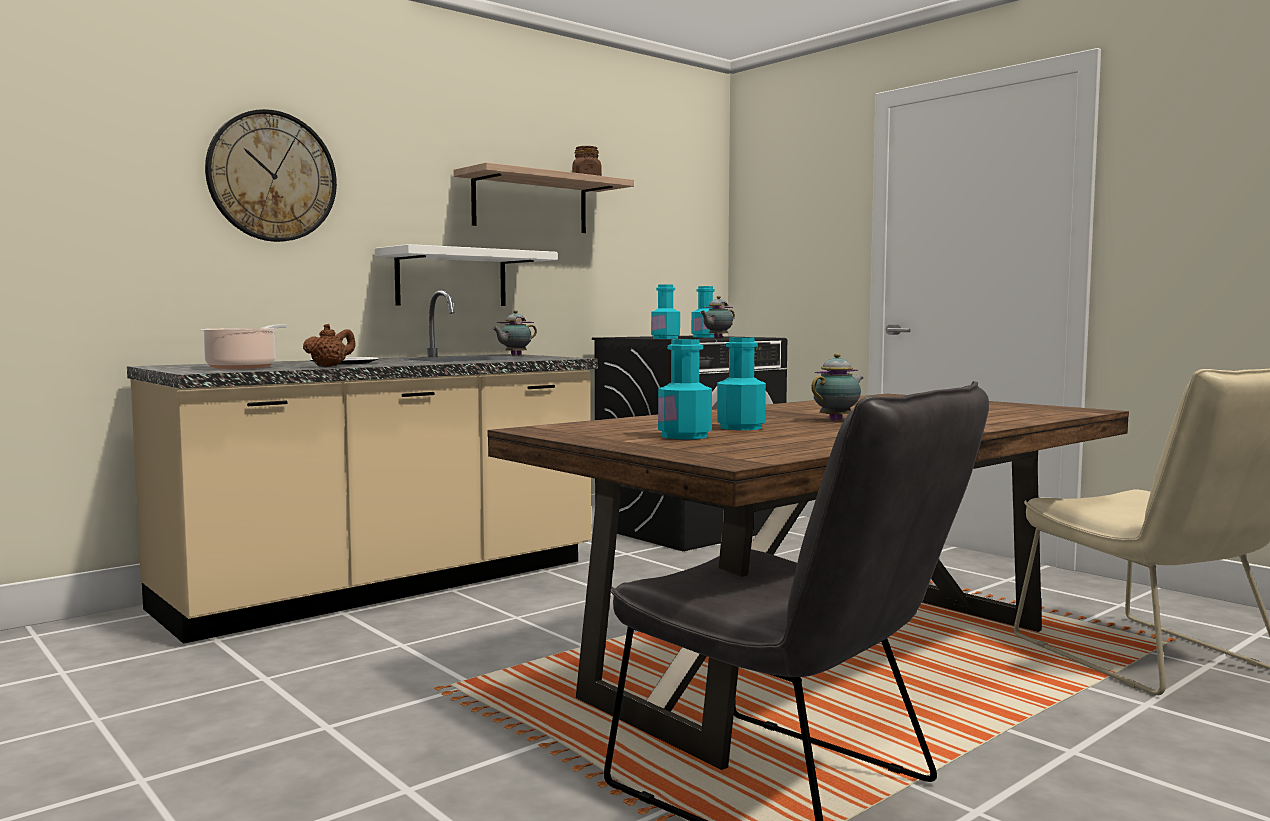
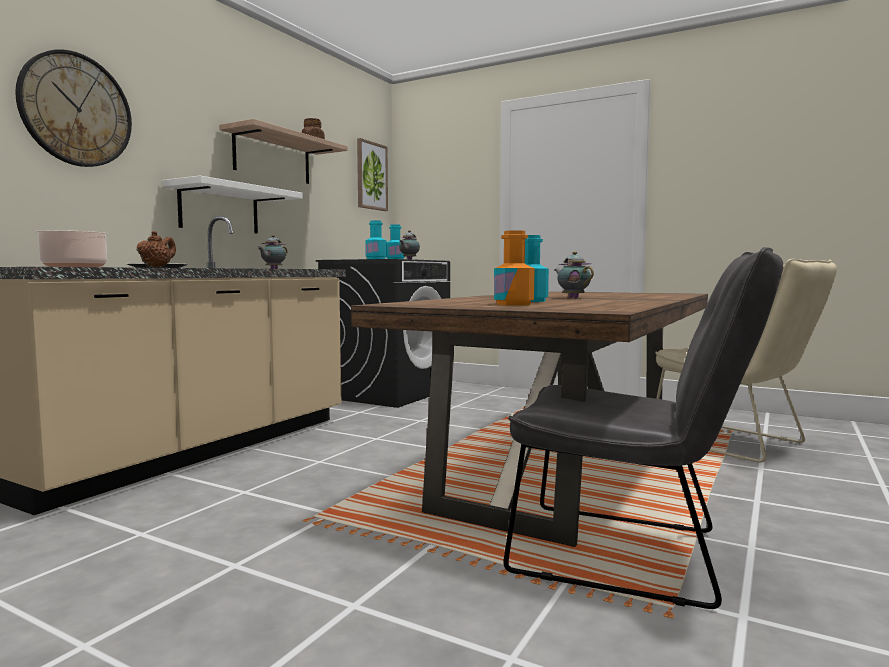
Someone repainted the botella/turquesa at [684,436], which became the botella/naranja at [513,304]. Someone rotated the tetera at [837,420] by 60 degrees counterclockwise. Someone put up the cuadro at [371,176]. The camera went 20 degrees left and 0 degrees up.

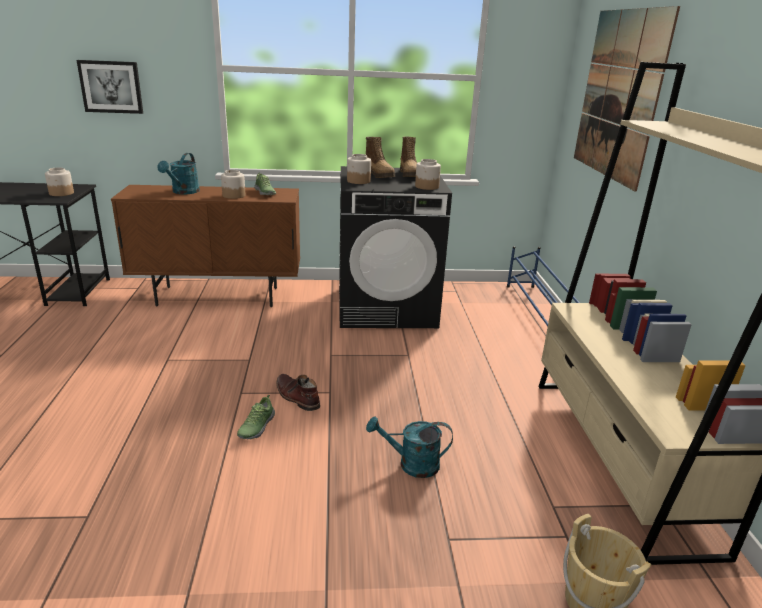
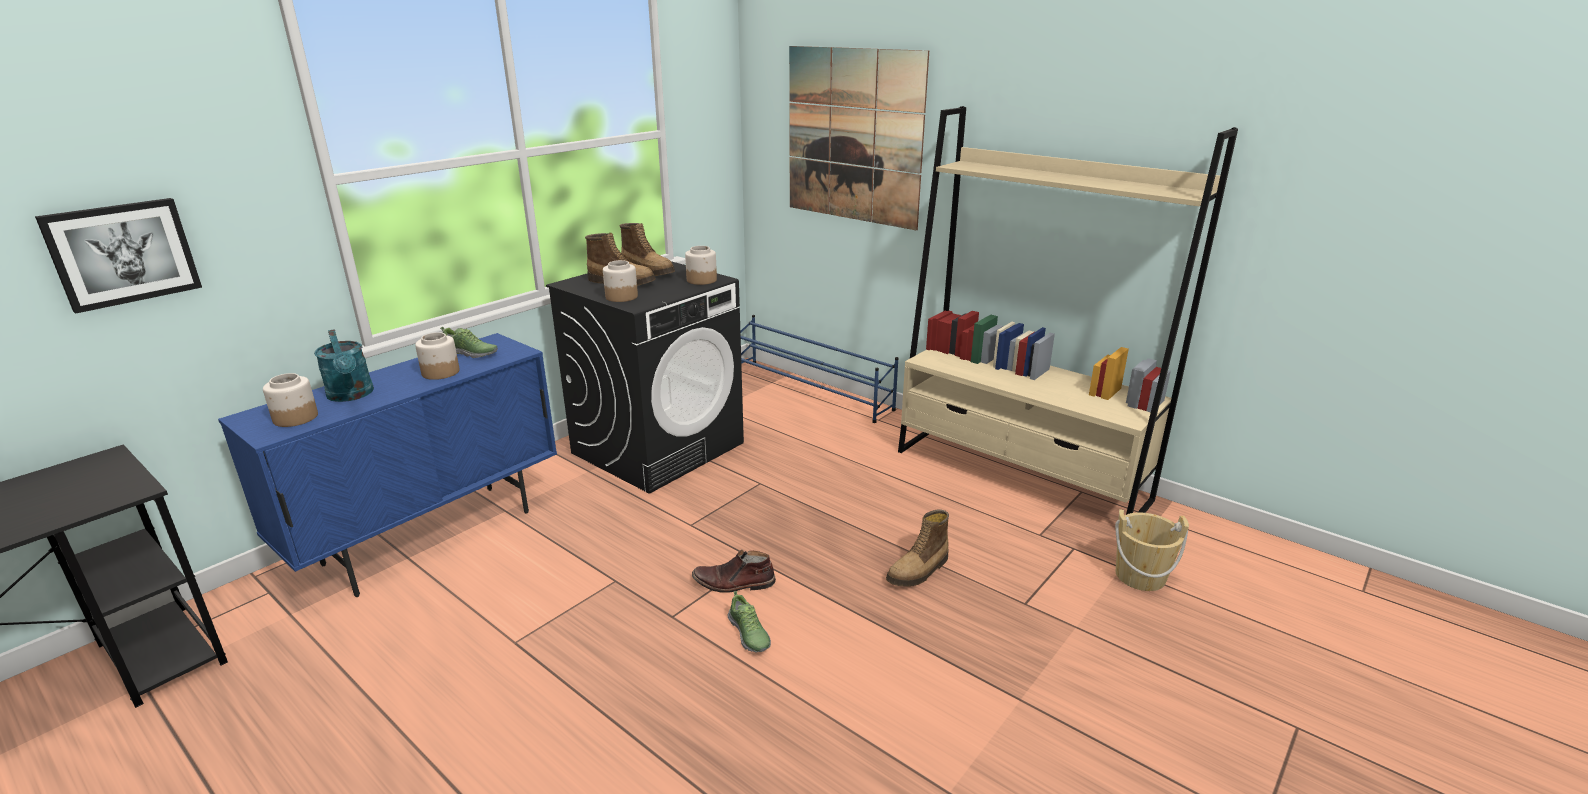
Someone carried the tarro from [61,193] to [295,418]. Someone repainted the armario/marrón at [219,297], which became the armario/azul at [431,537]. Someone swapped the regadera/turquesa at [411,464] for the bota at [919,571]. The camera went 45 degrees left and 0 degrees up.

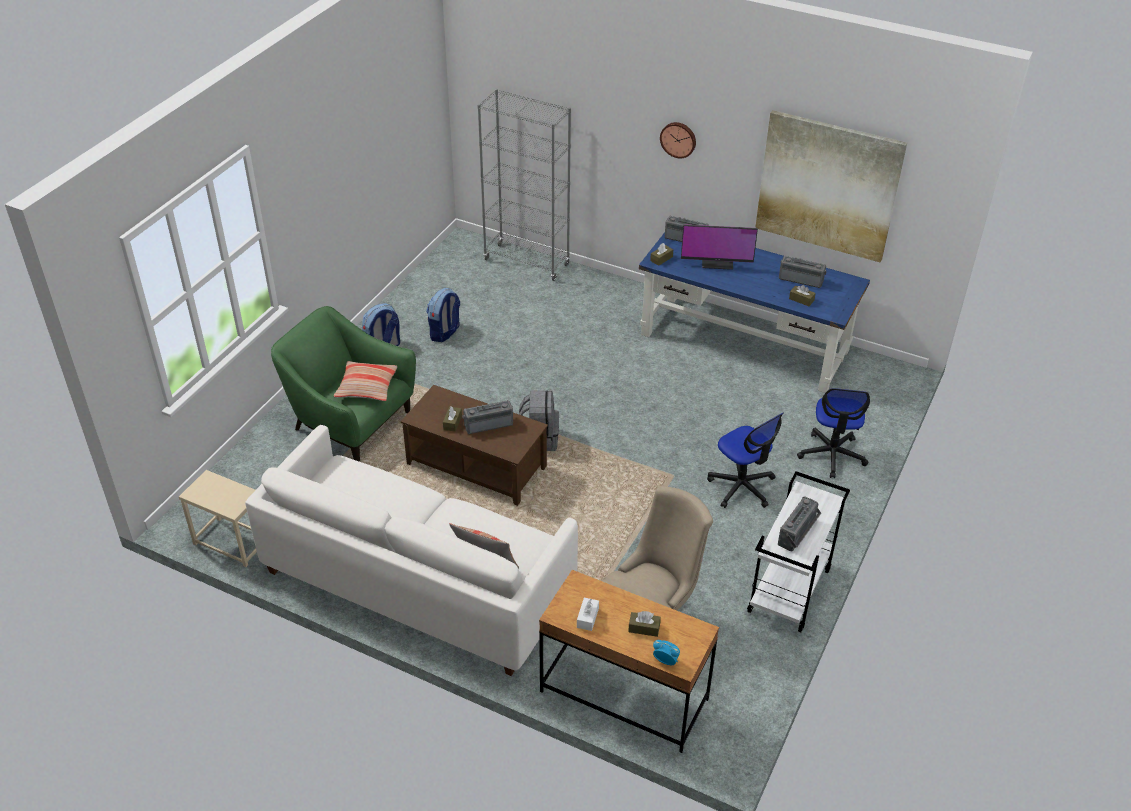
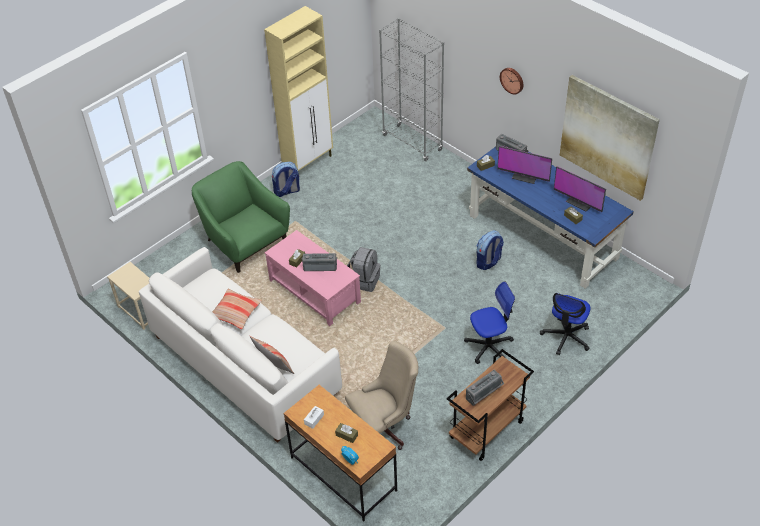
Someone swapped the radio at [801,279] for the monitor at [581,201]. Someone carried the mochila from [445,333] to [488,262]. Someone carried the cojín from [367,387] to [235,312]. Someone repainted the mesa de centro/marrón at [475,466], which became the mesa de centro/rosa at [314,291]. Someone rotated the silla de oficina at [742,487] by 90 degrees counterclockwise. Someone repainted the carrito/blanco at [789,592], which became the carrito/marrón at [487,430]. Someone put down the armario/beis at [308,162]. The camera went 20 degrees right and 5 degrees up.

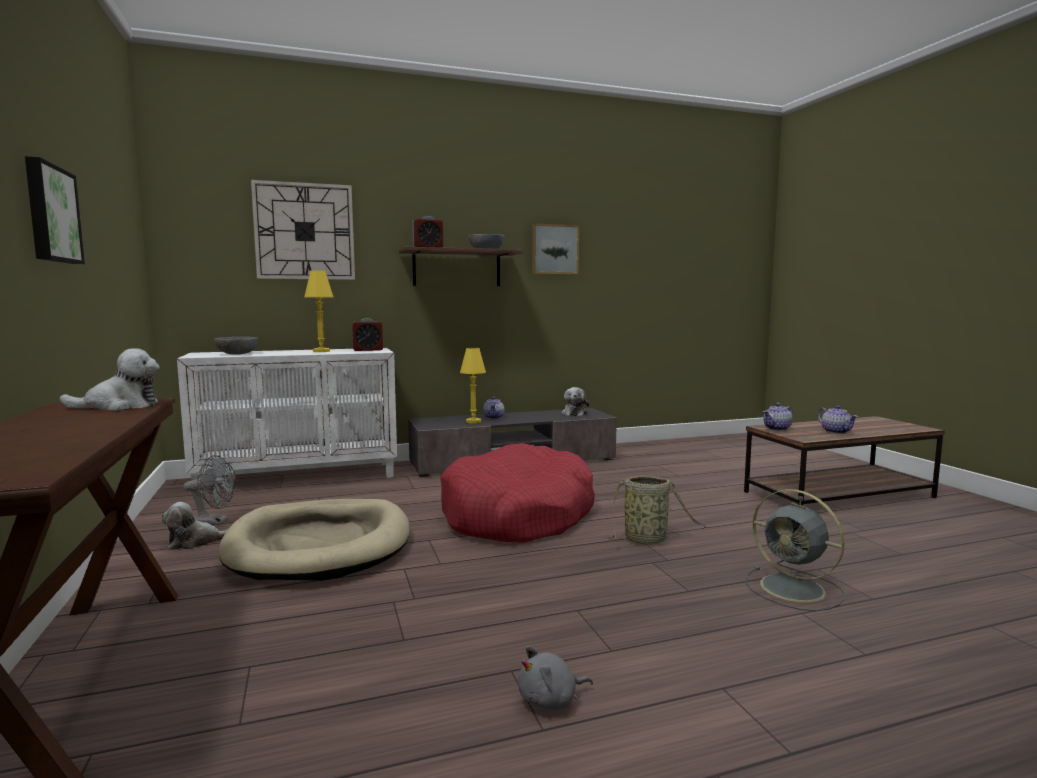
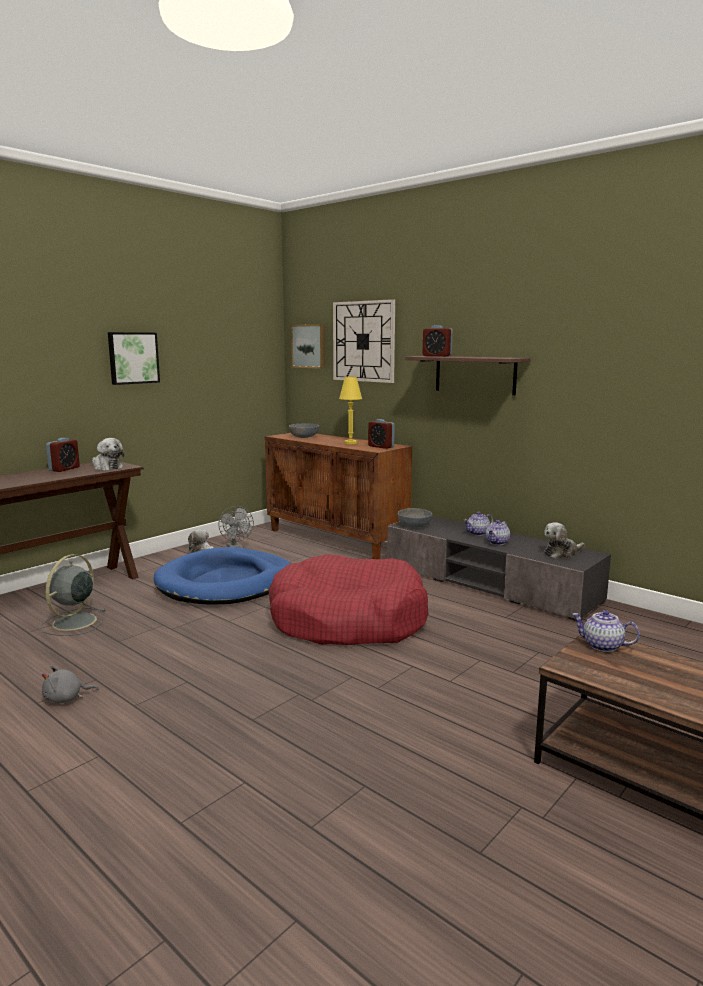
Someone carried the cuadro from [554,249] to [309,346]. Someone carried the cuenco/gris from [486,250] to [414,526]. Someone repainted the armario/blanco at [300,477], which became the armario/marrón at [336,539]. Someone took away the lámpara de mesa/amarillo at [473,422]. Someone carried the tetera from [836,432] to [497,542]. Someone took away the cesta at [648,540]. Someone carried the ventilador/gris from [795,589] to [73,623]. Someone repainted the cama para perro/beis at [319,545], which became the cama para perro/azul at [226,582]. Someone rotated the peluche/gris at [551,700] by 60 degrees counterclockwise. Someone put down the despertador at [64,469]. The camera went 60 degrees right and 5 degrees up.

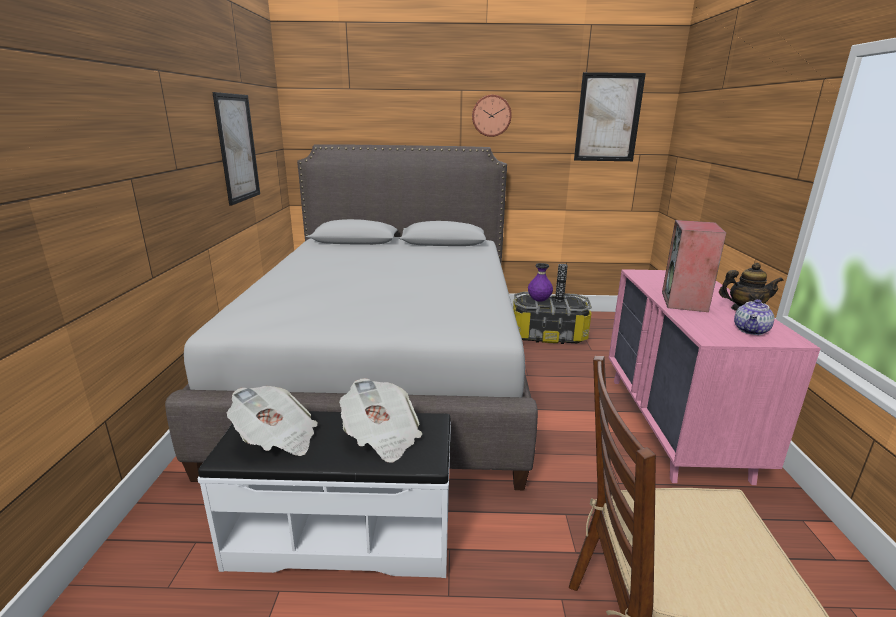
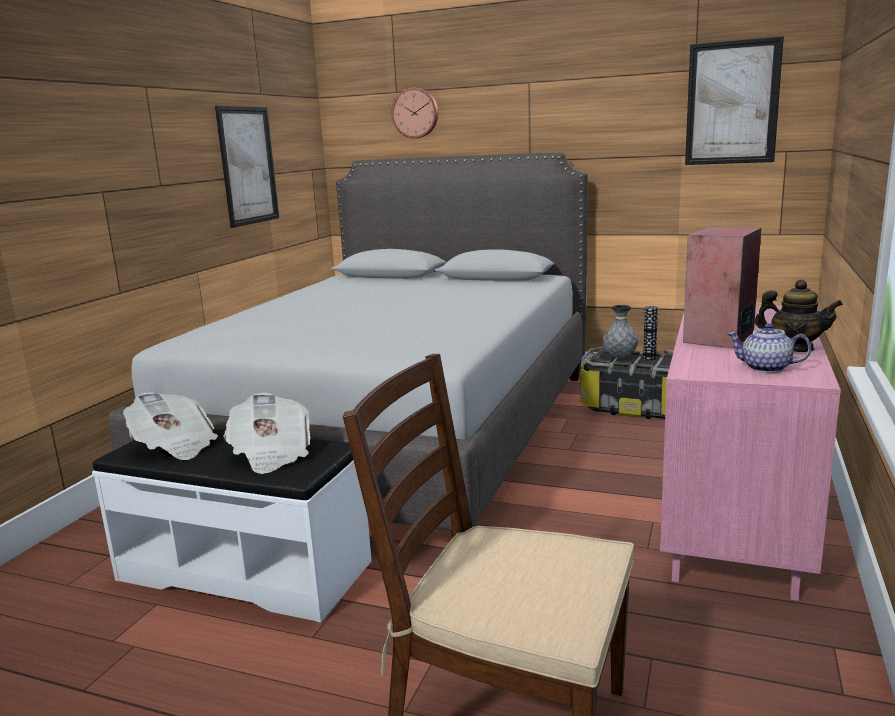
Someone carried the reloj de pared from [491,115] to [415,113]. Someone repainted the florero/morado at [539,300], which became the florero/gris at [620,357]. Someone rotated the tetera at [751,330] by 60 degrees clockwise. The camera went 20 degrees right and 5 degrees down.

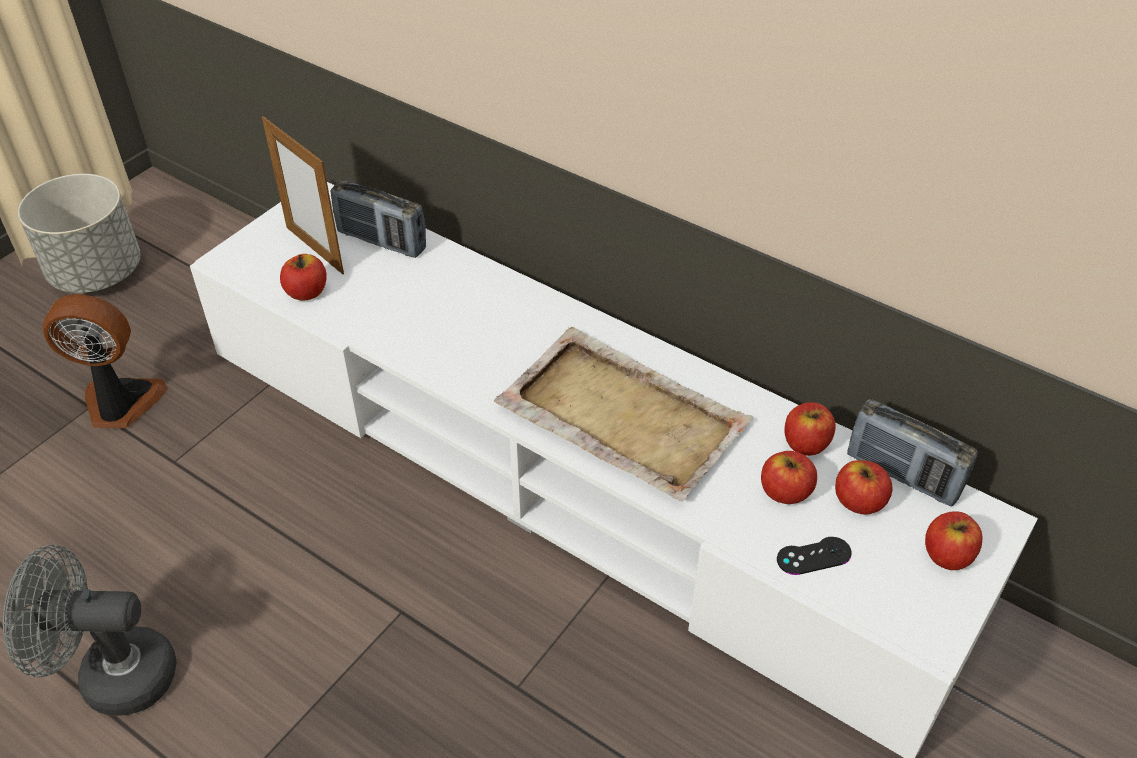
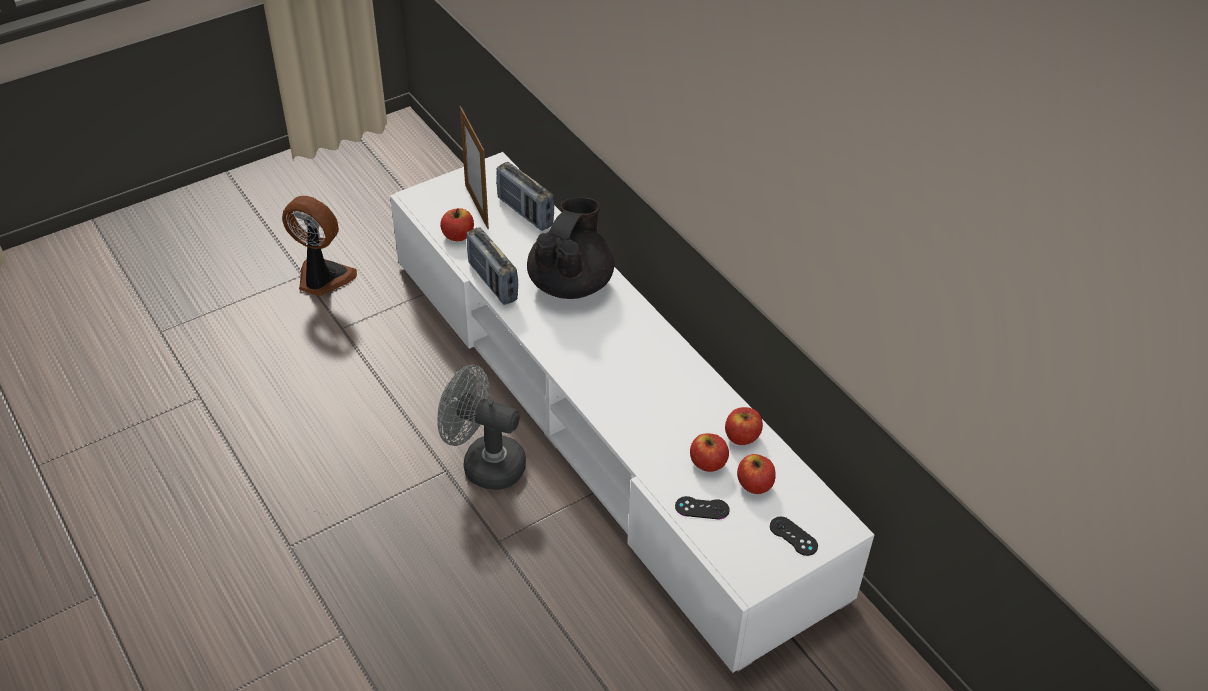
Someone took away the maceta/gris at [96,273]. Someone took away the bandeja/beis at [620,415]. Someone carried the radio from [902,475] to [492,282]. Someone swapped the manzana at [947,555] for the mando de consola/negro at [793,536]. Someone carried the ventilador/gris from [113,675] to [484,463]. Someone put down the tetera/negro at [571,283]. The camera went 20 degrees right and 0 degrees up.

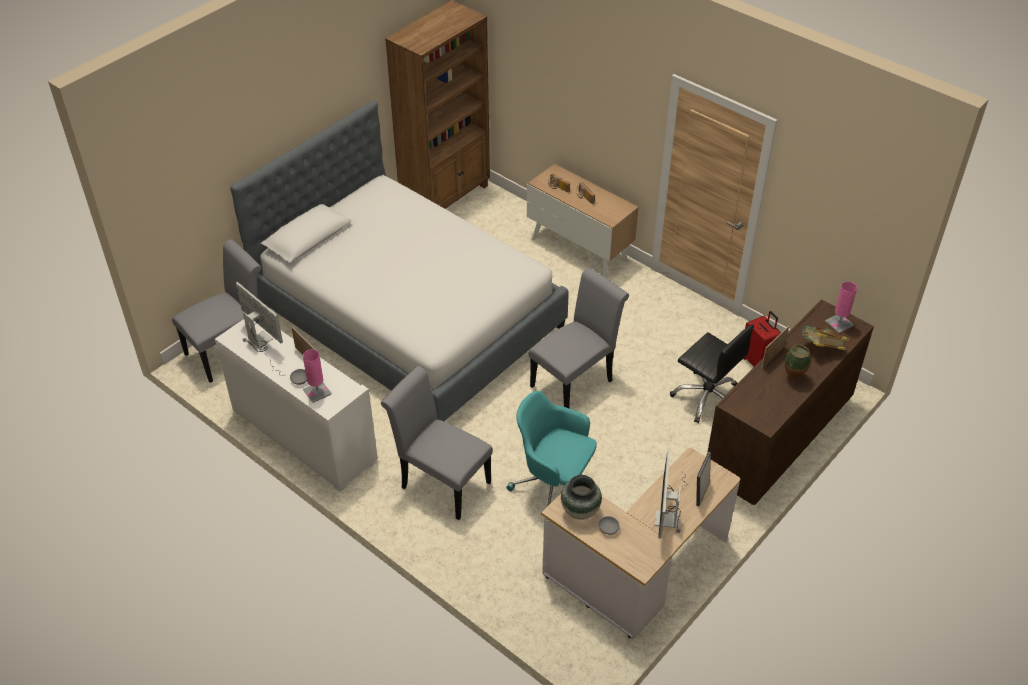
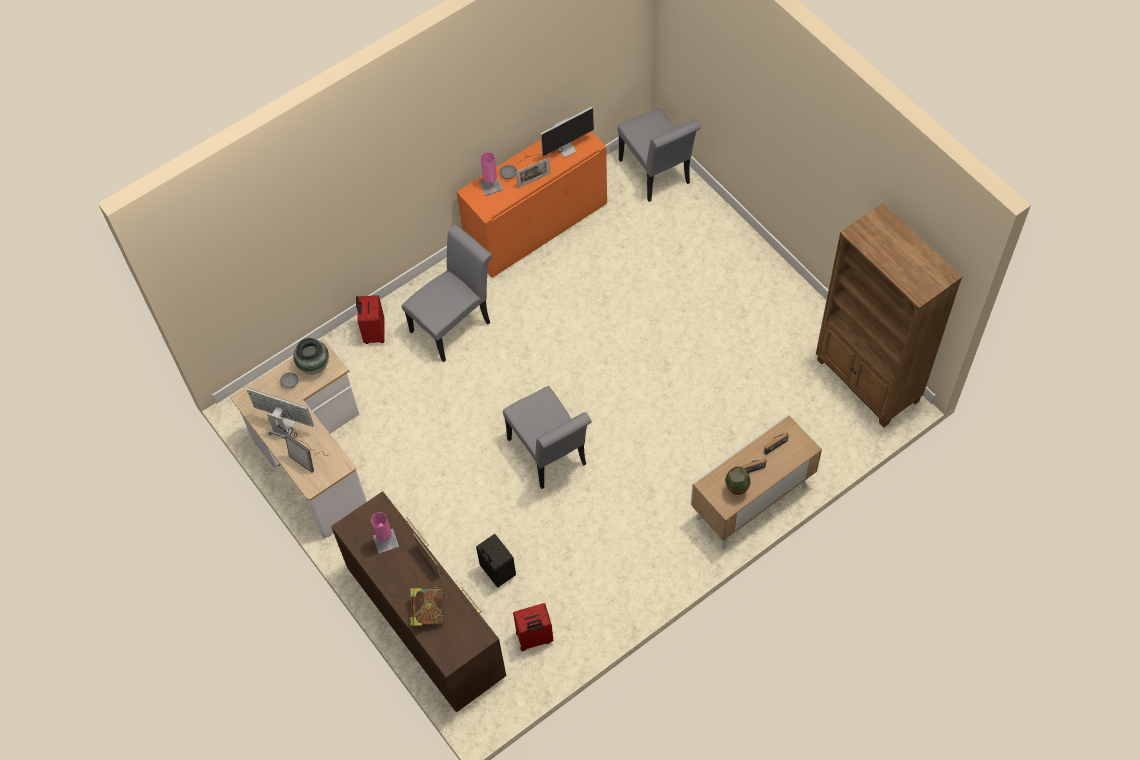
Someone took away the cama at [409,316]. Someone carried the lámpara de mesa/rosa from [839,323] to [386,541]. Someone repainted the armario/blanco at [304,435], which became the armario/naranja at [536,226]. Someone swapped the silla de oficina/negro at [707,397] for the maleta/negro at [497,572]. Someone carried the florero from [794,377] to [736,491]. Someone took away the silla de oficina/turquesa at [554,485]. Someone put down the maleta/rojo at [373,333]. The camera went 105 degrees right and 15 degrees up.

